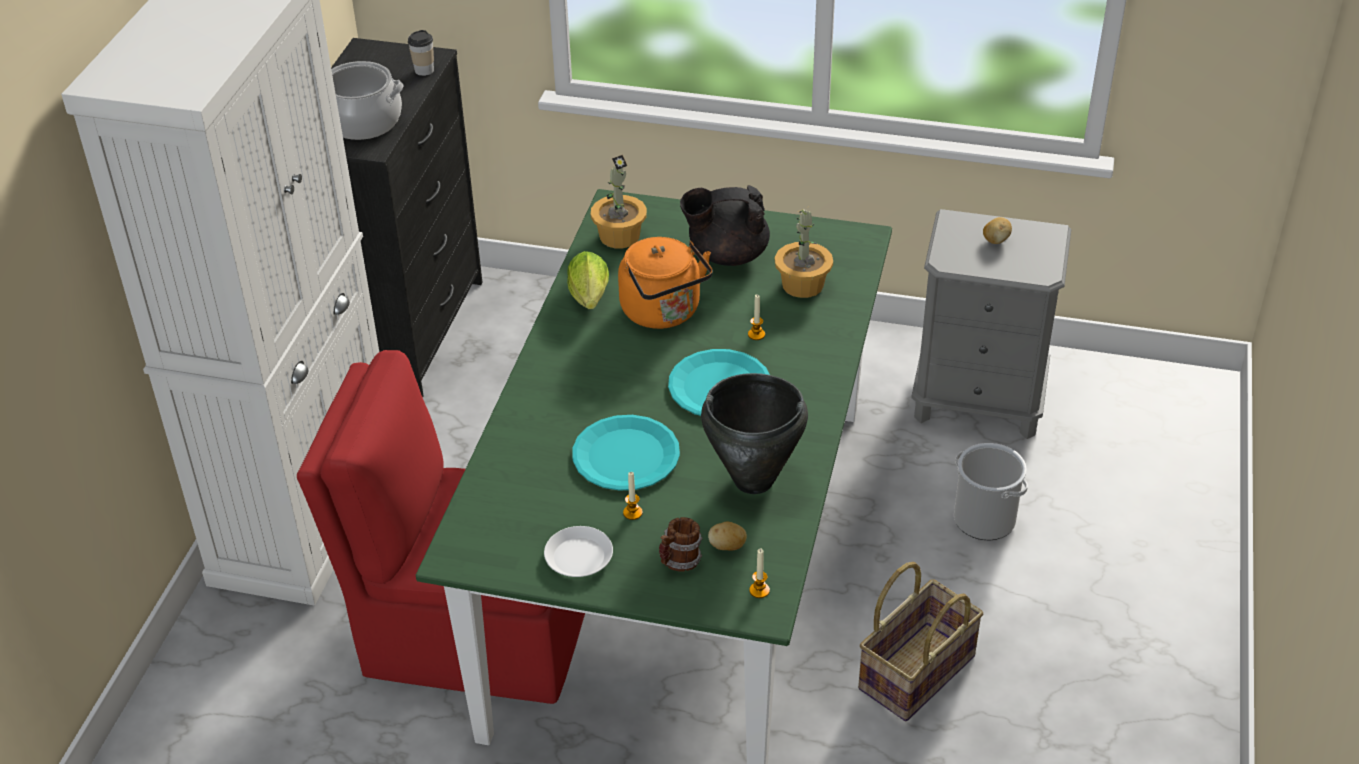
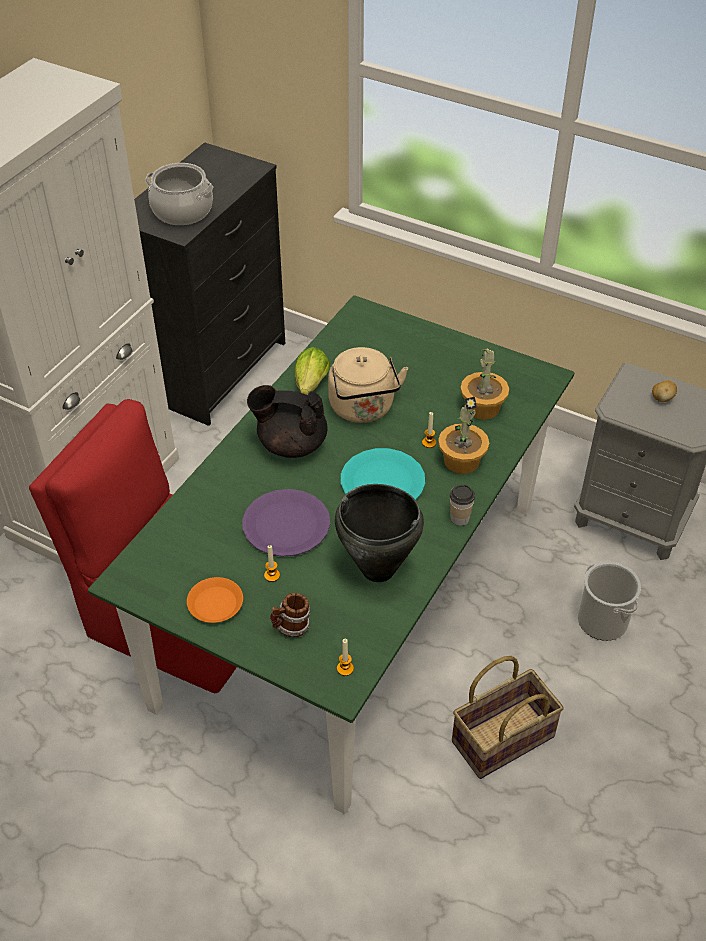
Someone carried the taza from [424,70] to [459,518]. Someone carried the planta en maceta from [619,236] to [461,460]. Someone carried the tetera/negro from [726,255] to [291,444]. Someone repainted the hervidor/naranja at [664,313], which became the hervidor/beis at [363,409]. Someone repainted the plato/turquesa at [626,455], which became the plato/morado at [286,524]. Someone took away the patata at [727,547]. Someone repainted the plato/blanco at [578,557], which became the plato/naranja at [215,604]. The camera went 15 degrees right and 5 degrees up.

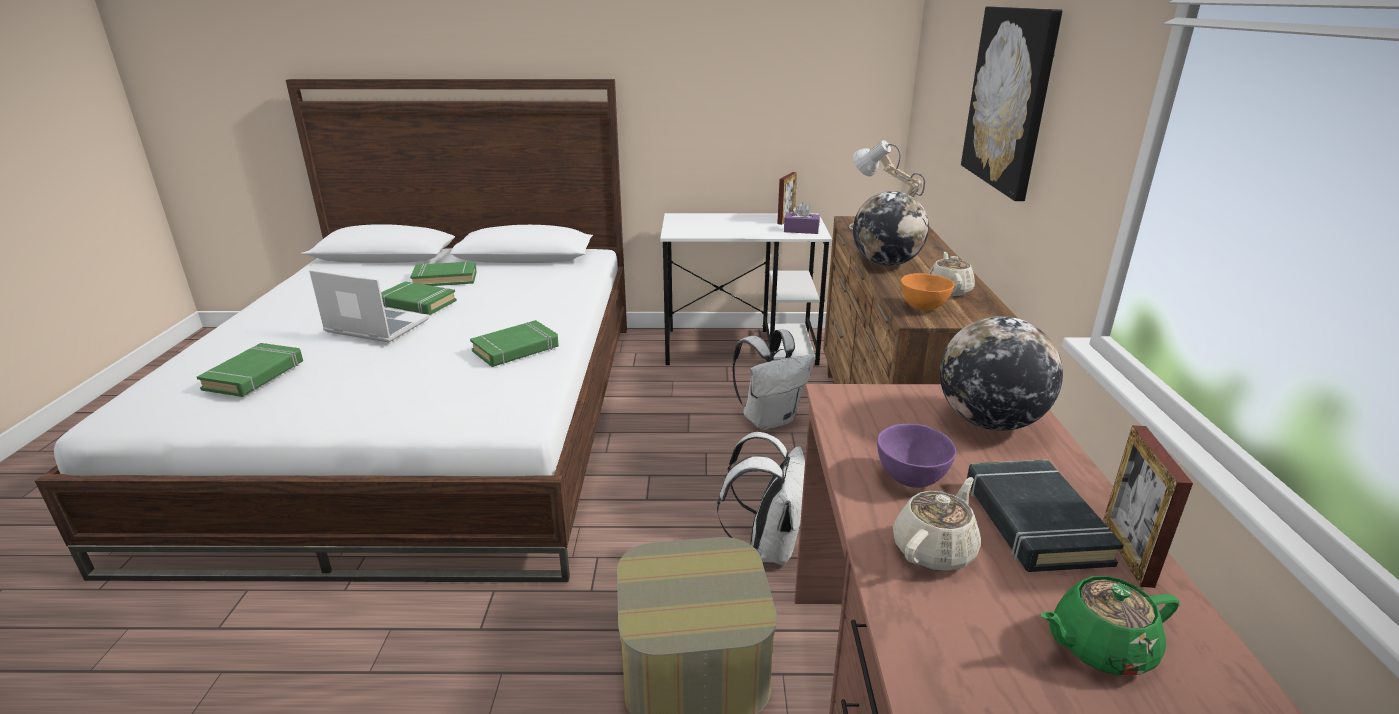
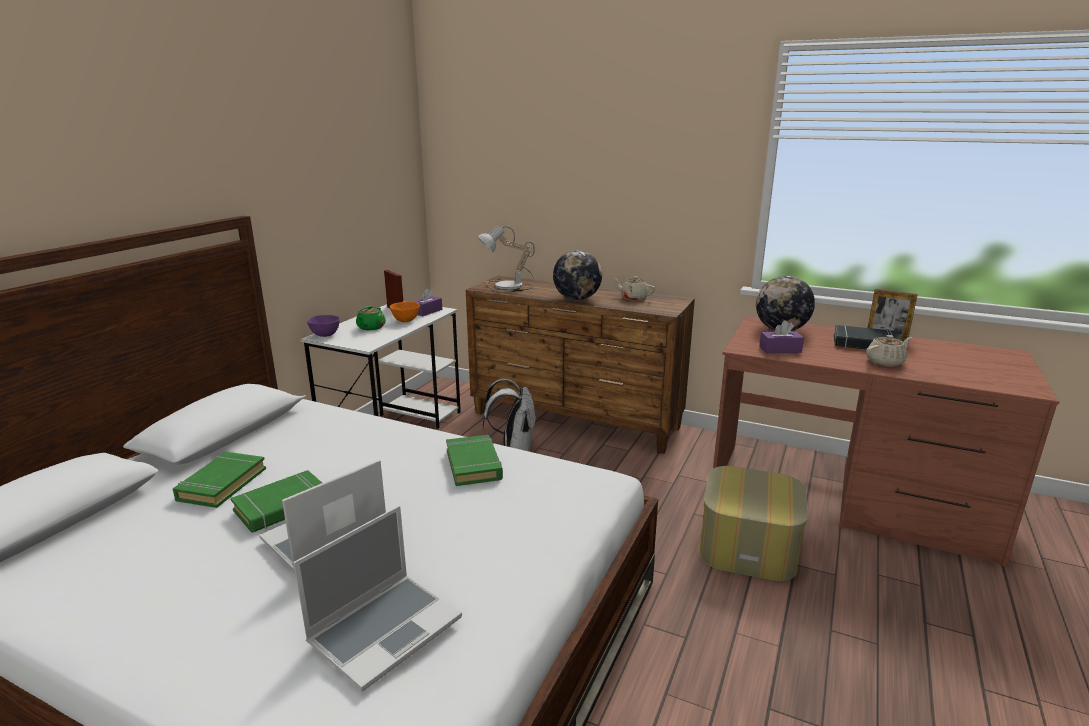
Someone took away the cuadro at [1010,99]. Someone carried the cuenco/naranja from [924,307] to [406,320]. Someone swapped the libro/verde at [255,375] for the portátil at [386,629]. Someone carried the cuenco/morado from [911,477] to [325,335]. Someone took away the mochila/blanco at [768,546]. Someone rotated the tetera/beis at [934,549] by 90 degrees clockwise. Someone carried the tetera/verde from [1099,647] to [371,328]. Someone put down the caja de pañuelos/morado at [780,349]. The camera went 65 degrees left and 5 degrees down.

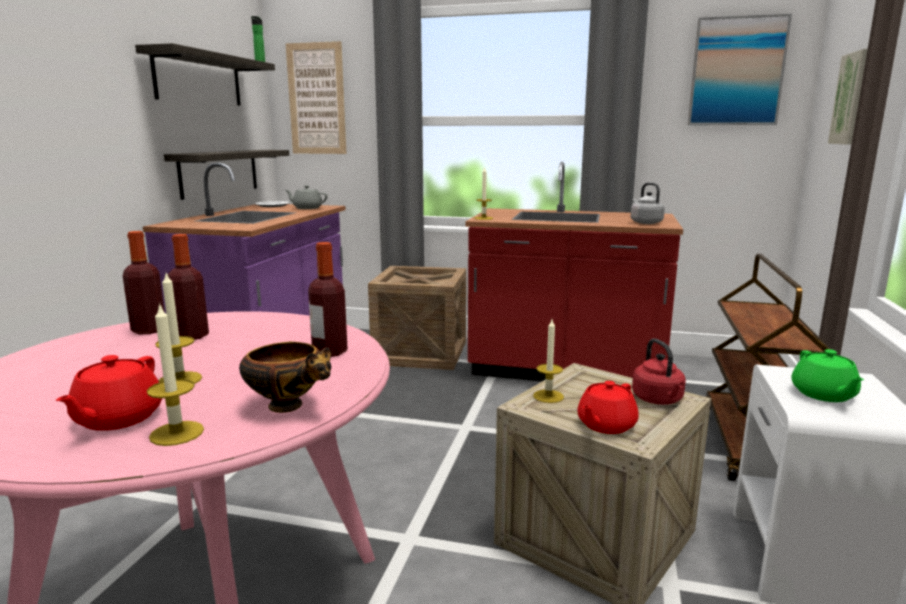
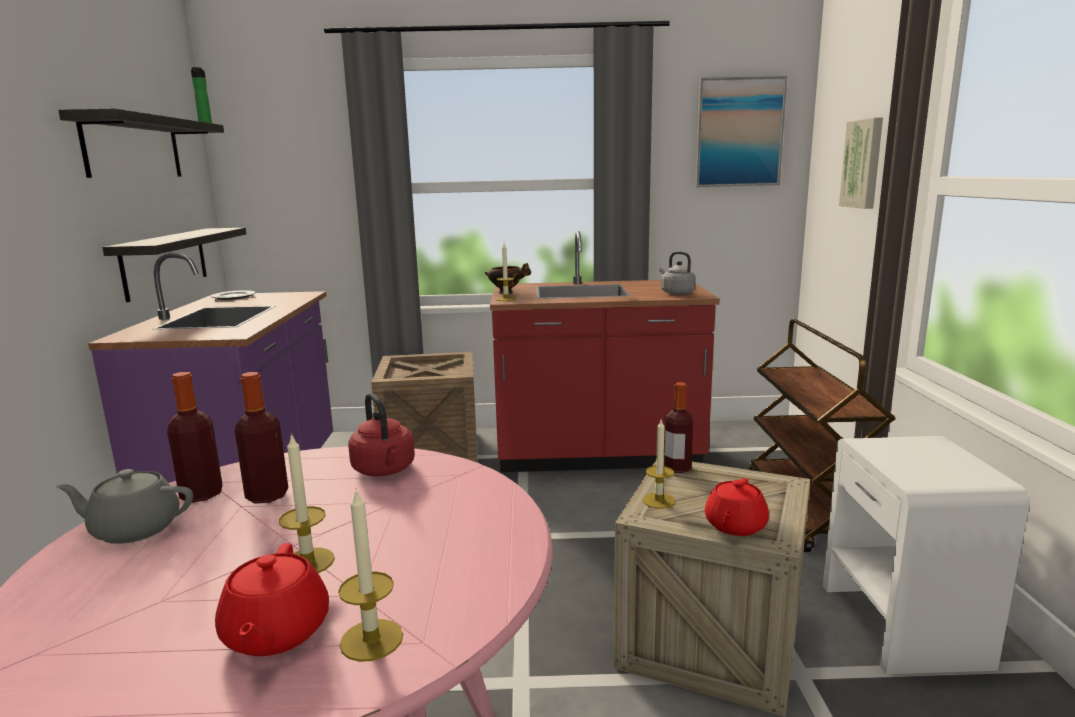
Someone took away the cuadro at [316,99]. Someone carried the tetera/gris from [307,208] to [134,529]. Someone carried the botella from [329,352] to [677,468]. Someone carried the hervidor/rojo from [658,400] to [384,470]. Someone carried the cuenco from [289,406] to [507,292]. Someone took away the tetera/verde at [823,395]. The camera went 15 degrees left and 0 degrees up.

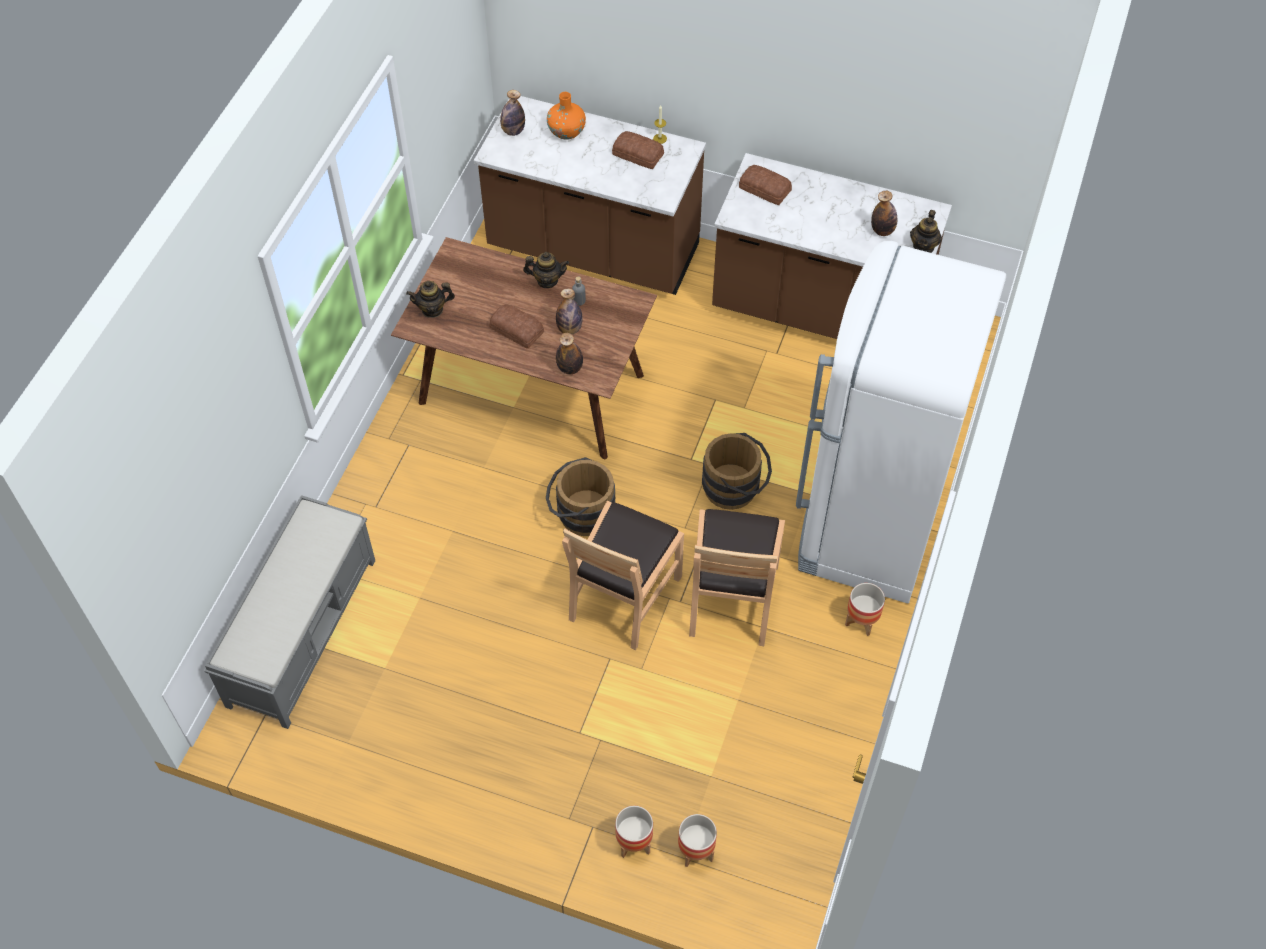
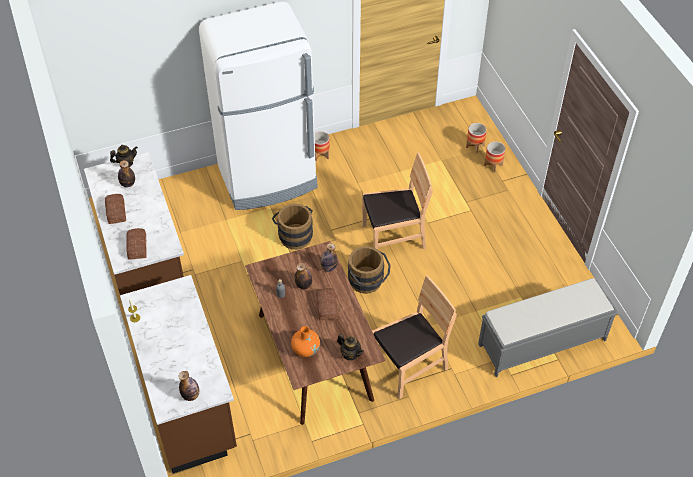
Someone carried the florero/naranja from [566,132] to [305,349]. Someone carried the pan from [638,155] to [116,211]. Someone took away the tetera at [547,280]. Someone carried the silla/marrón from [732,598] to [409,366]. The camera went 130 degrees left and 5 degrees down.

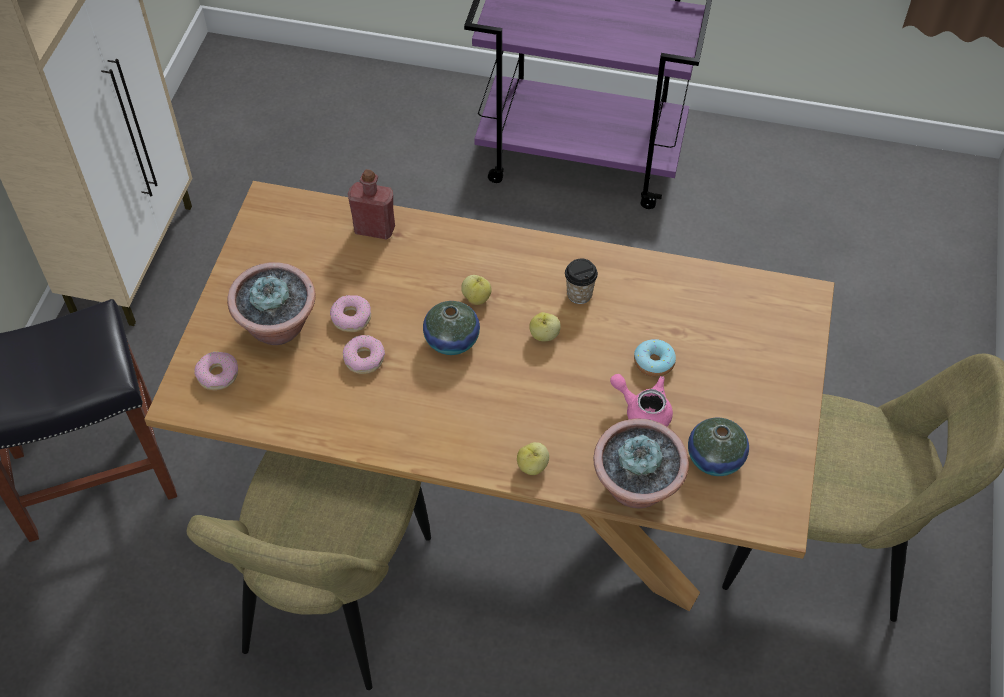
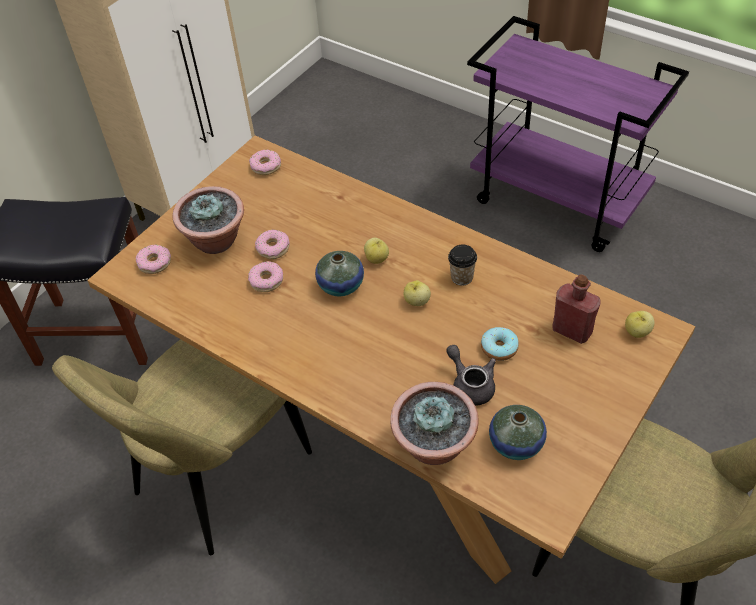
Someone carried the botella/rojo from [374,229] to [572,330]. Someone repainted the tetera/rosa at [643,411], which became the tetera/gris at [470,385]. Someone carried the manzana from [532,466] to [637,332]. Someone put down the rosquilla at [266,166]. The camera went 25 degrees right and 5 degrees down.

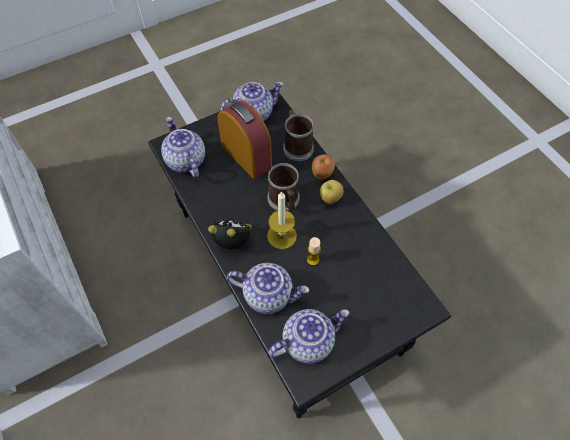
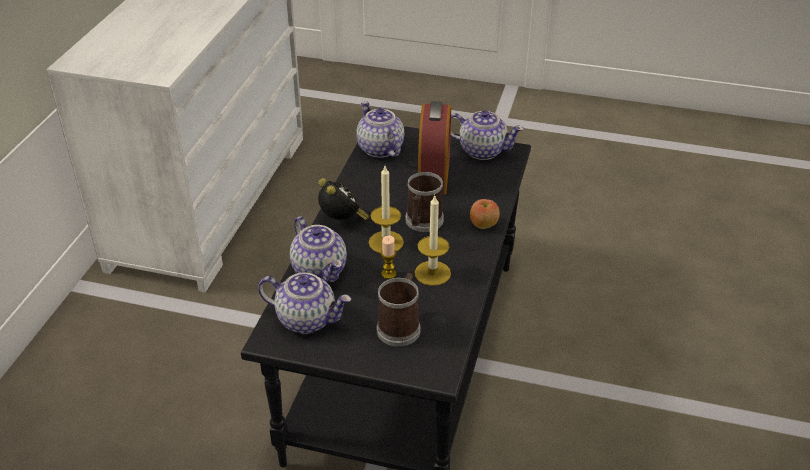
Someone carried the taza grande from [296,146] to [400,327]. Someone rotated the tetera at [185,160] by 45 degrees counterclockwise. Someone took away the manzana at [330,199]. Someone put down the vela at [432,273]. The camera went 45 degrees right and 20 degrees down.

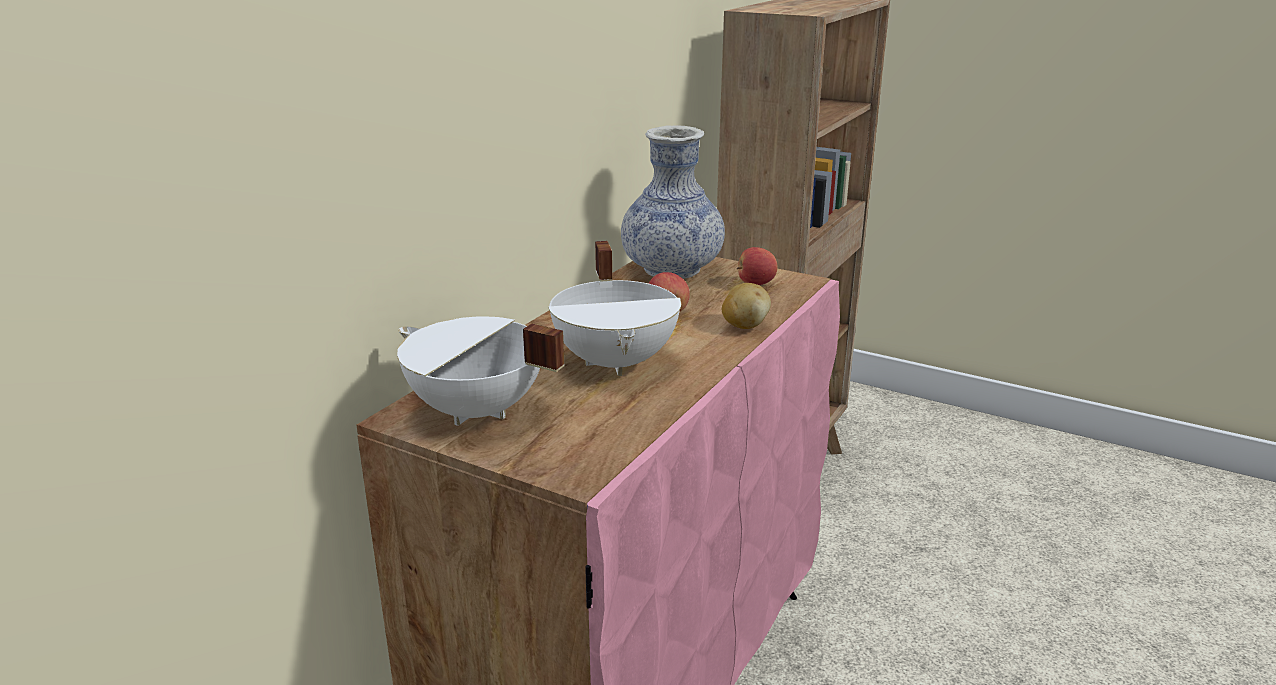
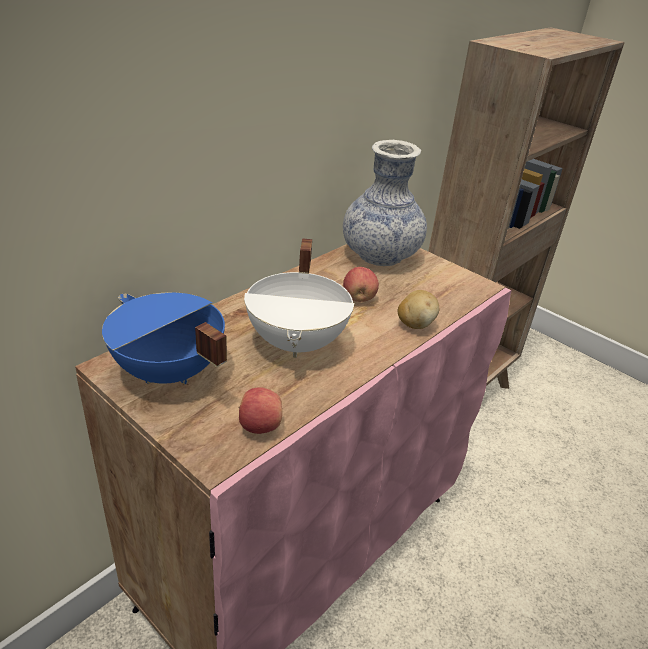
Someone carried the manzana from [755,284] to [259,426]. Someone repainted the olla/blanco at [476,412], which became the olla/azul at [167,372]. The camera went 10 degrees right and 10 degrees up.

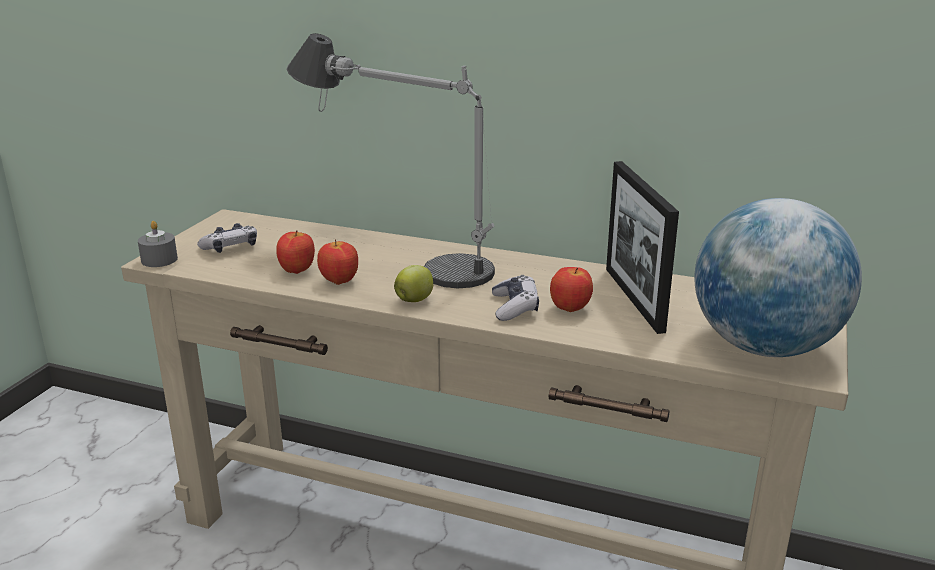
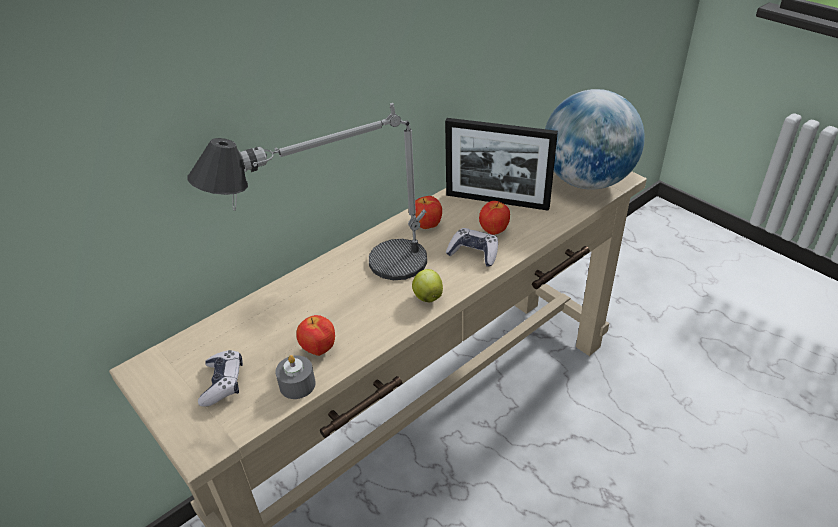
Someone carried the vela/gris from [159,260] to [297,384]. Someone carried the manzana from [338,282] to [427,226]. The camera went 60 degrees left and 15 degrees up.

